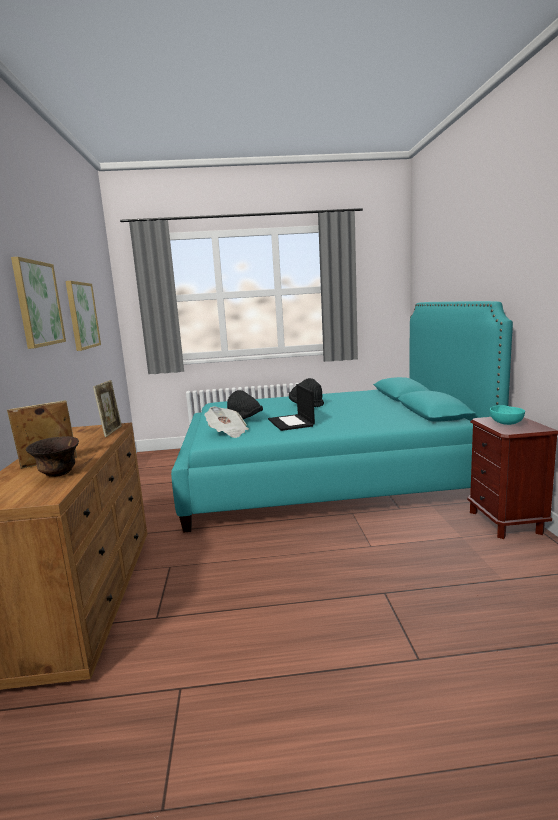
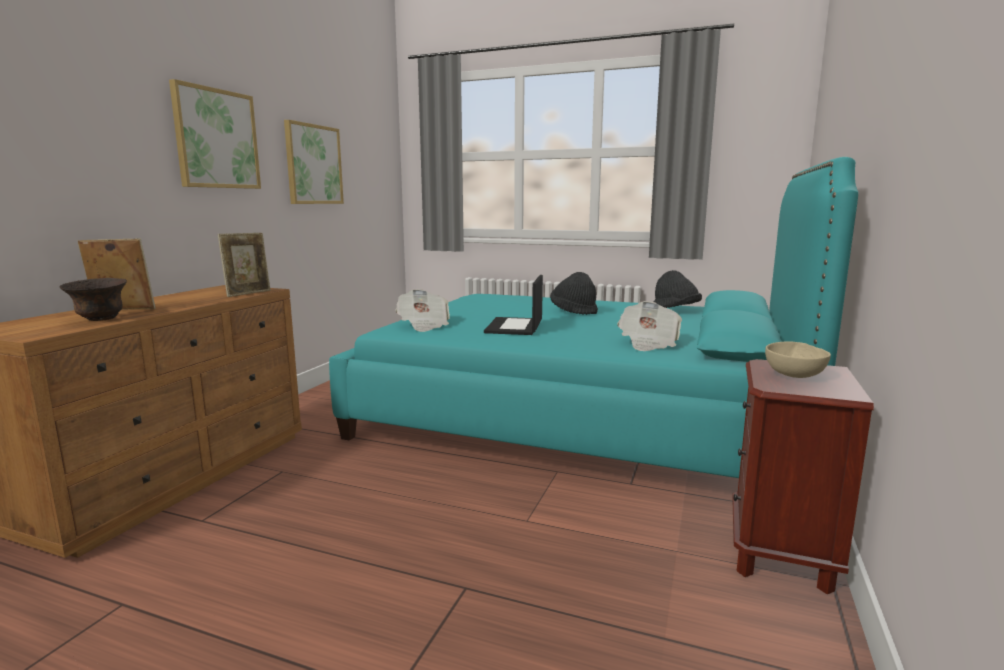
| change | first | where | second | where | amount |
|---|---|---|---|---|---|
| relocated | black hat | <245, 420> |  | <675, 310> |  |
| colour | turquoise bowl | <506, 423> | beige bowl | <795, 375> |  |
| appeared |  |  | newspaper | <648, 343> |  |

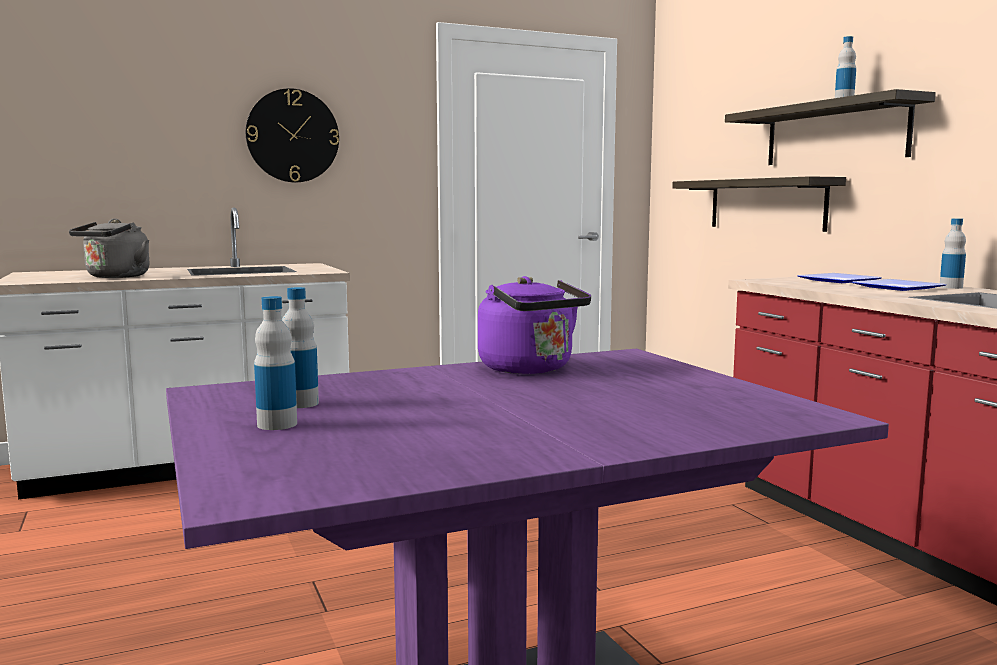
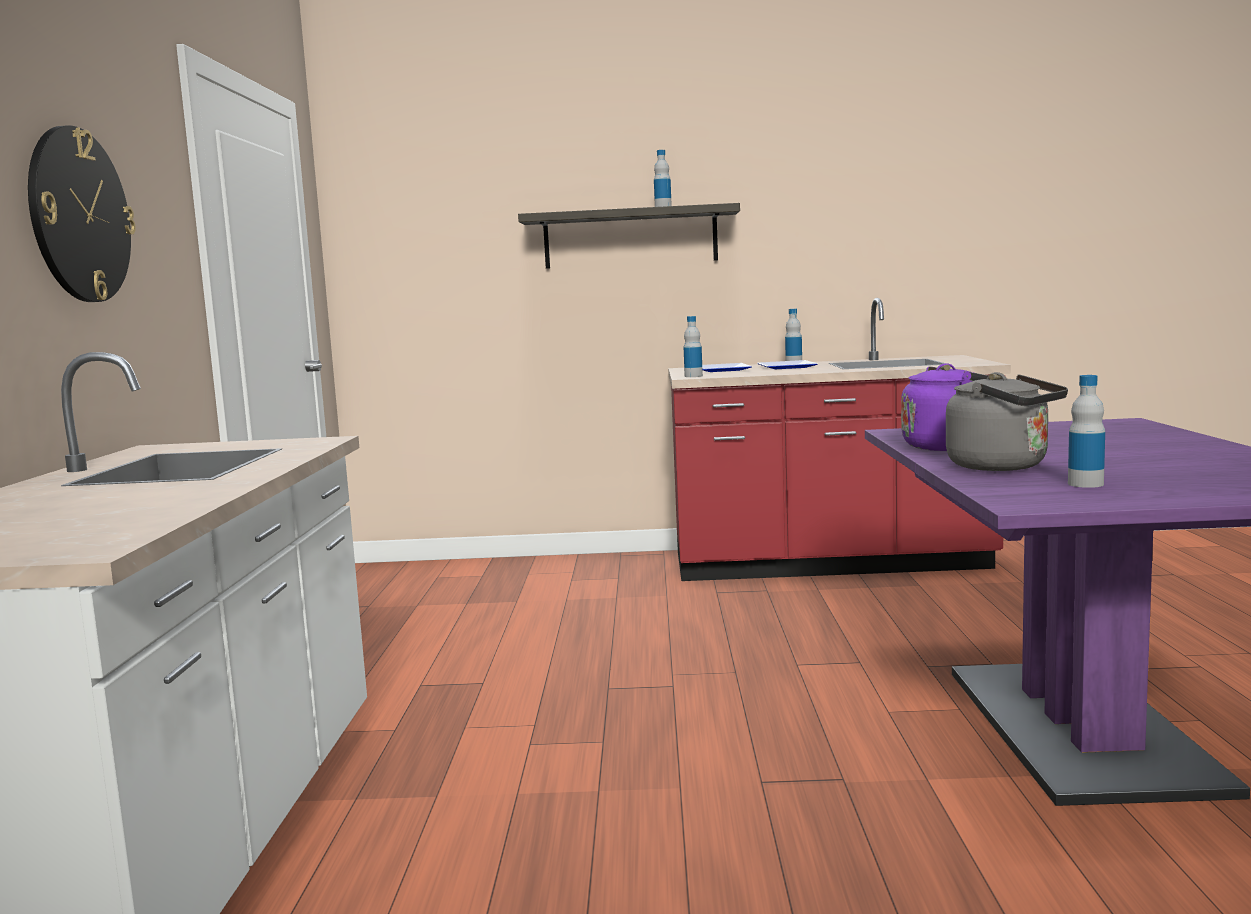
| change | first | where | second | where | amount |
|---|---|---|---|---|---|
| relocated | grey kettle | <115, 277> |  | <1003, 466> |  |
| relocated | bottle | <277, 424> |  | <693, 376> |  |
| missing | shelf | <766, 204> |  |  |  |

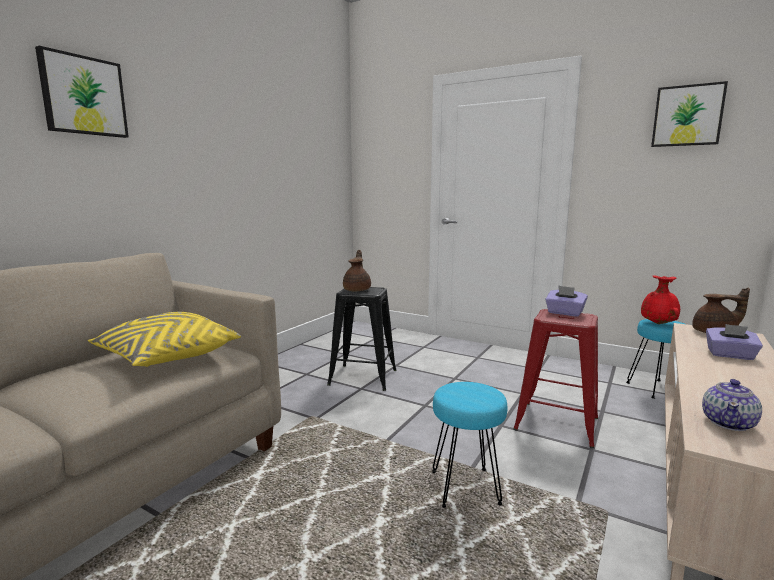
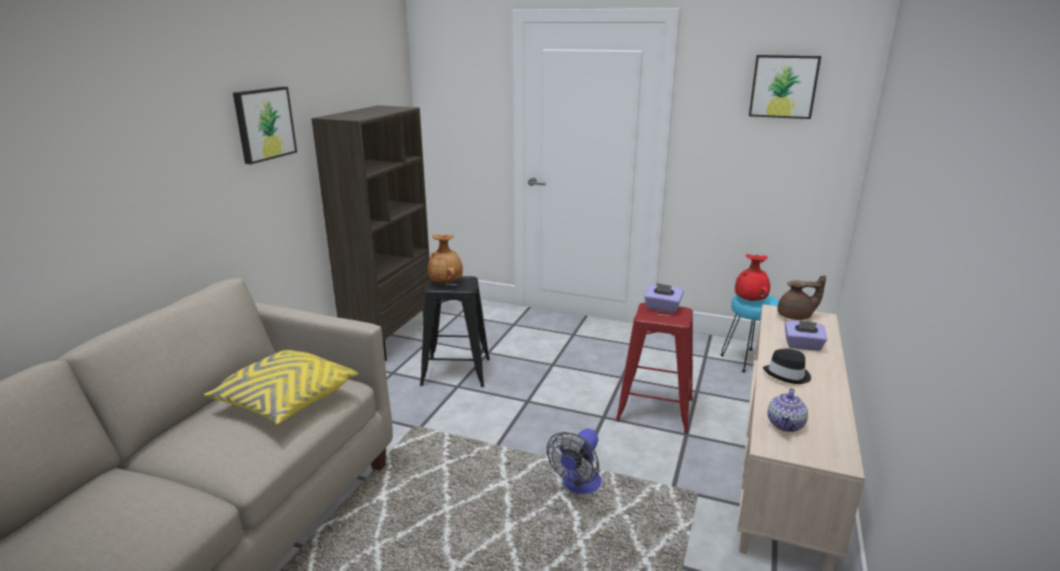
| change | first | where | second | where | amount |
|---|---|---|---|---|---|
| relocated | picture | <83, 96> |  | <264, 124> |  |
| exchanged | brown teapot | <357, 290> | brown vase | <446, 282> |  |
| exchanged | turquoise stool | <466, 488> | fan | <578, 486> |  |
| appeared |  |  | brown bookcase | <390, 339> |  |
| appeared |  |  | black hat | <787, 374> |  |

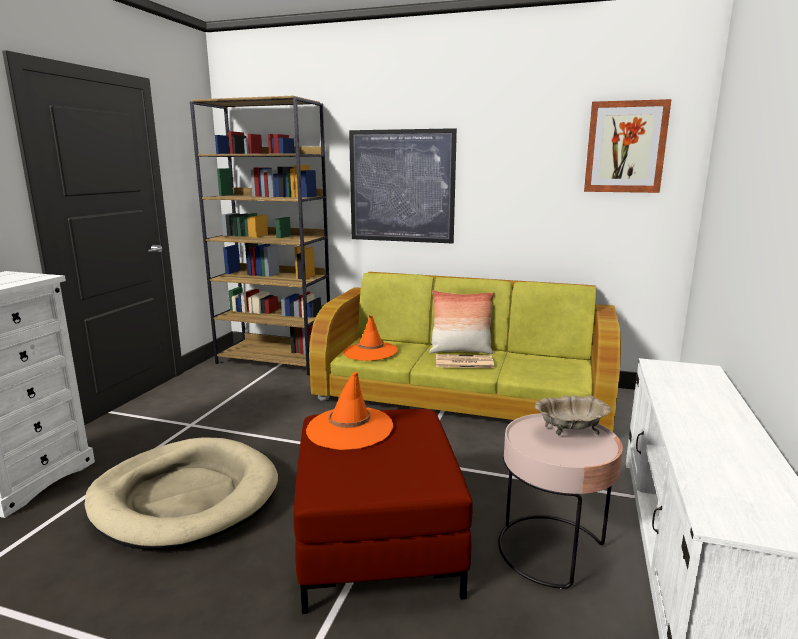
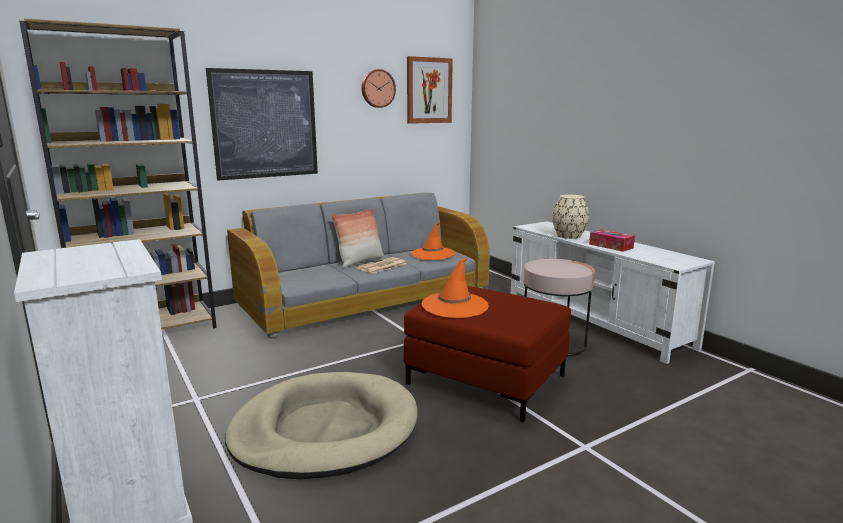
| change | first | where | second | where | amount |
|---|---|---|---|---|---|
| colour | green sofa | <463, 394> | grey sofa | <365, 297> |  |
| relocated | orange hat | <370, 352> |  | <433, 254> |  |
| missing | beige bowl | <570, 431> |  |  |  |
| appeared |  |  | wall clock | <377, 88> |  |
| appeared |  |  | beige vase | <568, 236> |  |
| appeared |  |  | tissue box | <611, 246> |  |

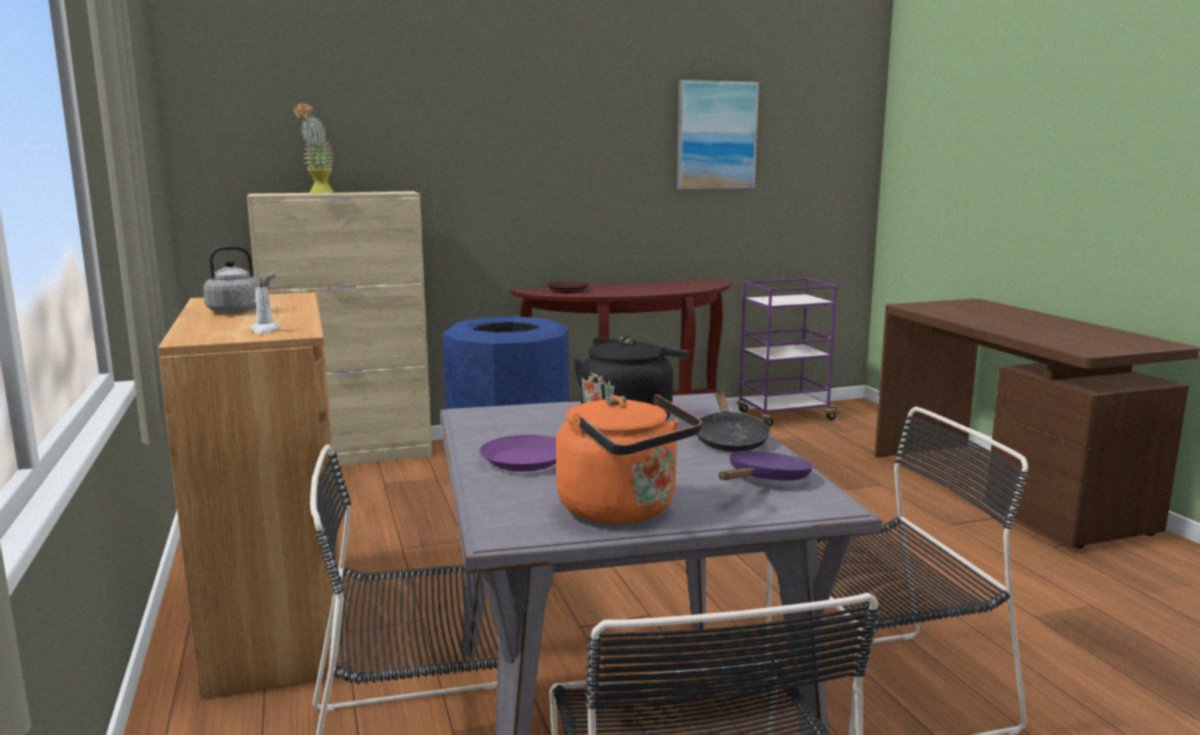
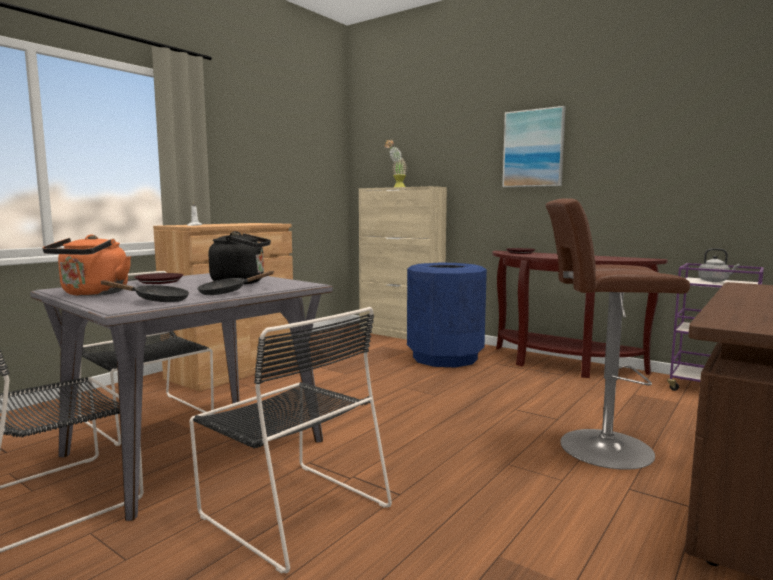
| change | first | where | second | where | amount |
|---|---|---|---|---|---|
| relocated | grey kettle | <238, 311> |  | <715, 281> |  |
| colour | purple plate | <526, 460> | brown plate | <160, 282> |  |
| relocated | picture | <716, 135> |  | <533, 148> |  |
| colour | purple frying pan | <765, 480> | black frying pan | <156, 300> |  |
| appeared |  |  | brown stool | <599, 448> |  |

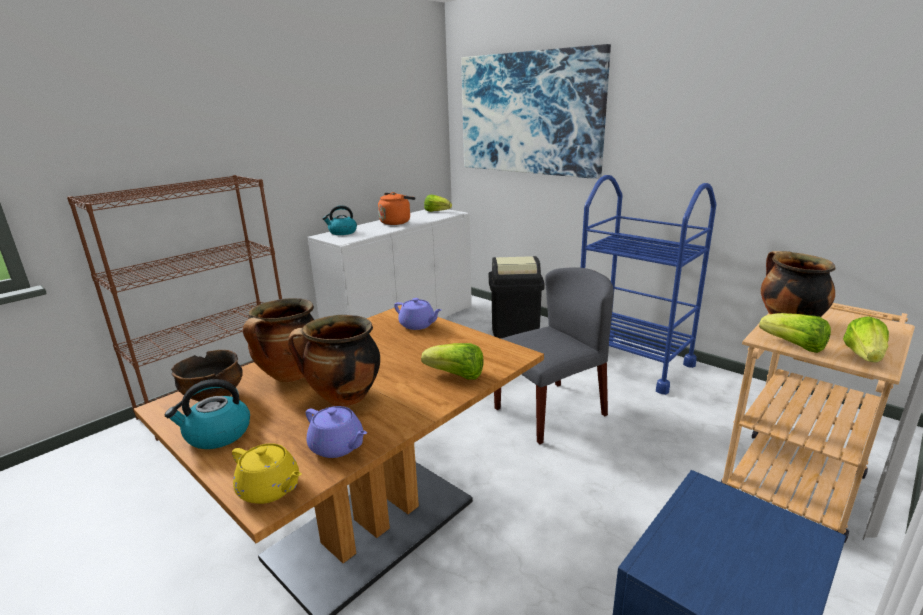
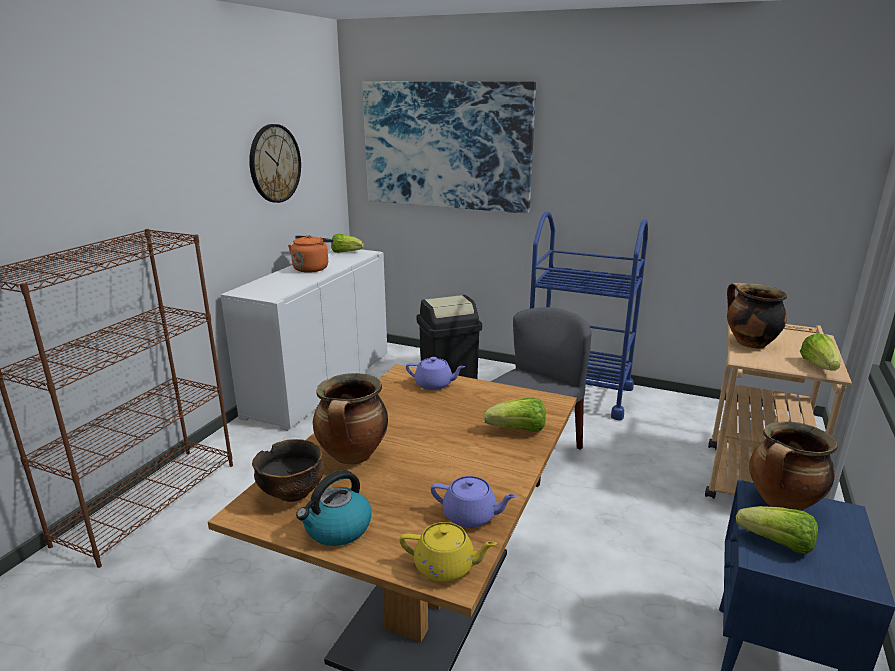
| change | first | where | second | where | amount |
|---|---|---|---|---|---|
| relocated | cooking pot | <343, 398> |  | <782, 504> |  |
| missing | kettle | <342, 232> |  |  |  |
| relocated | lettuce | <794, 346> |  | <777, 544> |  |
| appeared |  |  | wall clock | <274, 163> |  |

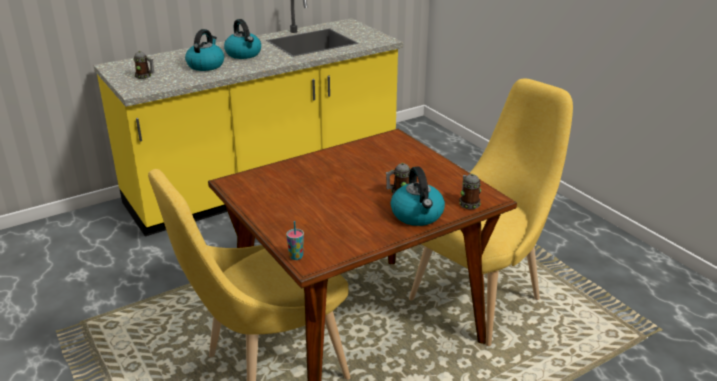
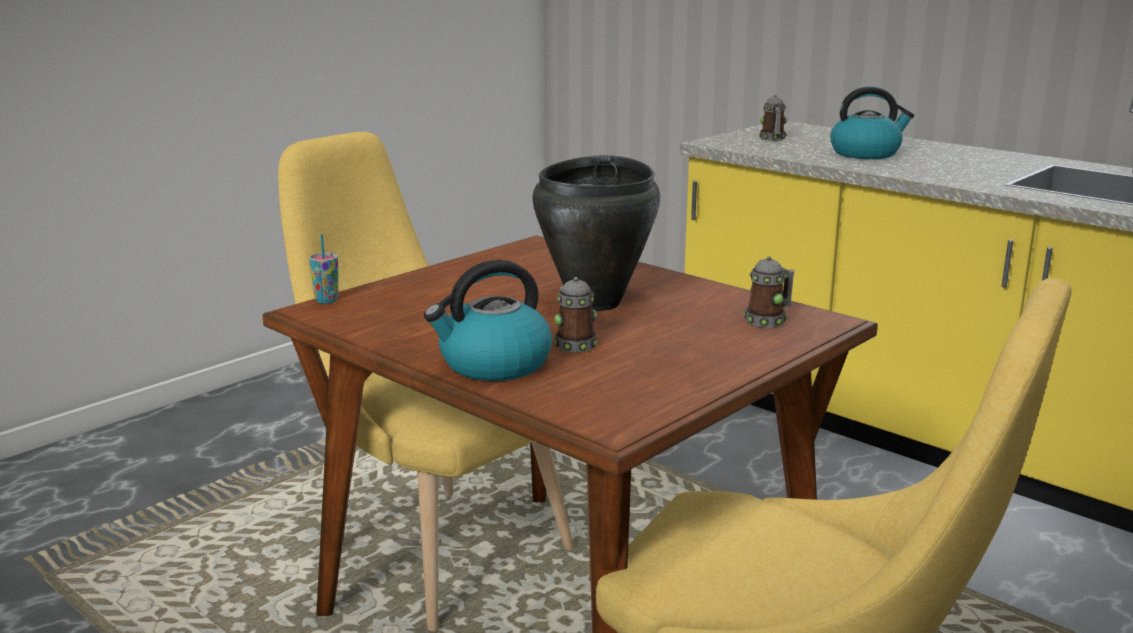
| change | first | where | second | where | amount |
|---|---|---|---|---|---|
| missing | kettle | <244, 54> |  |  |  |
| relocated | mug | <468, 203> |  | <769, 320> |  |
| appeared |  |  | black cooking pot | <596, 302> |  |

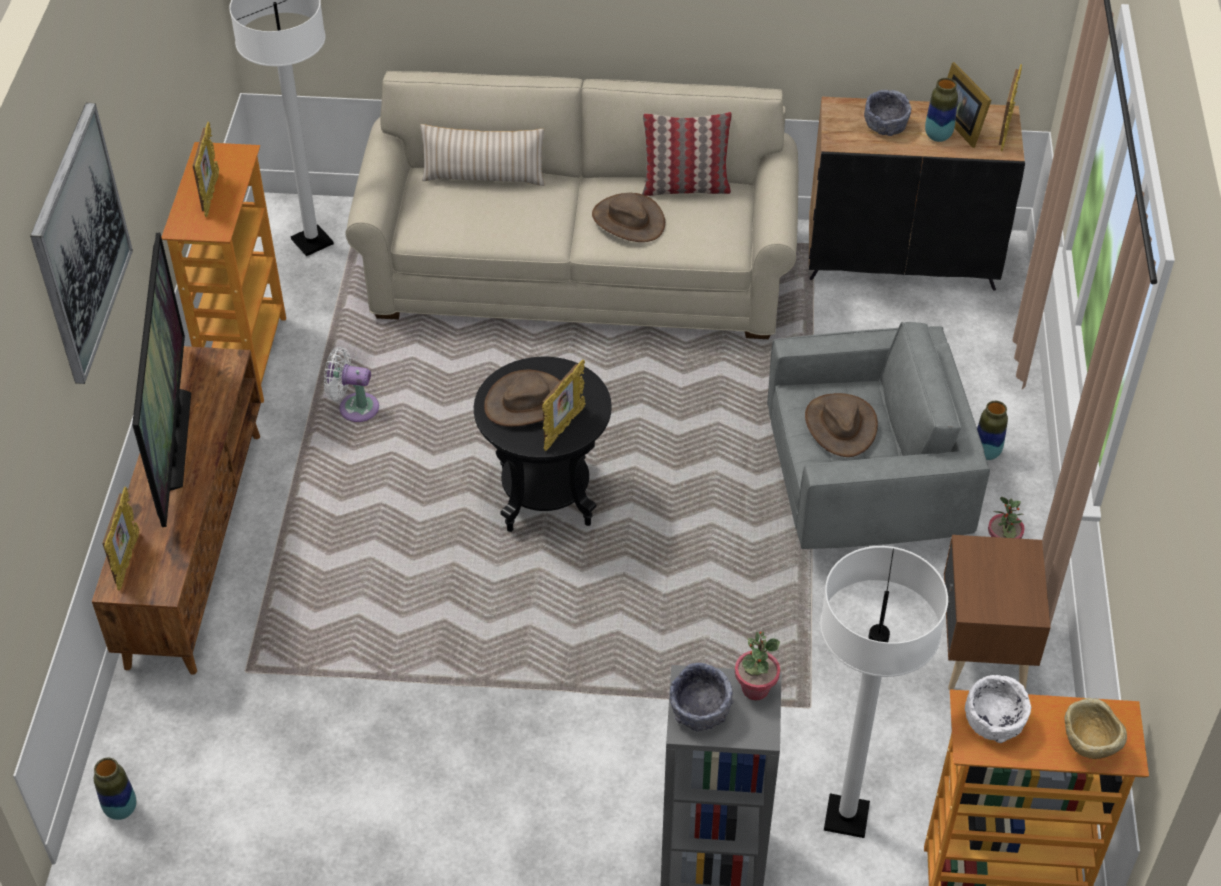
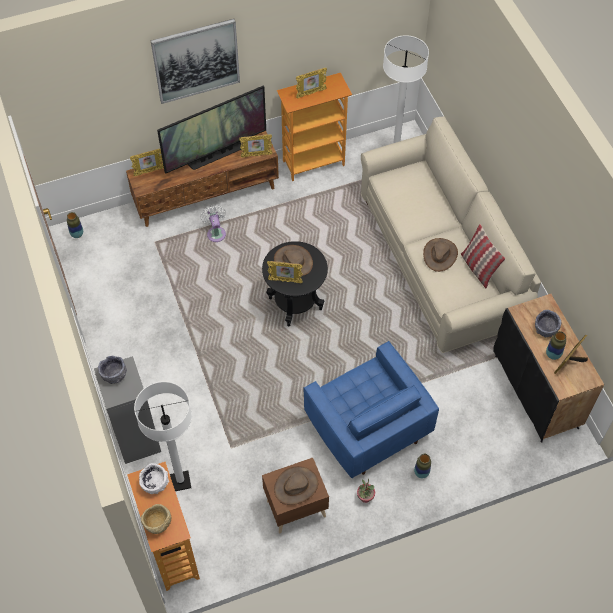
| change | first | where | second | where | amount |
|---|---|---|---|---|---|
| relocated | white fan | <354, 407> |  | <216, 232> |  |
| missing | beige pillow | <484, 177> |  |  |  |
| missing | potted plant | <755, 689> |  |  |  |
| colour | grey armchair | <864, 491> | blue armchair | <367, 427> |  |
| relocated | brown hat | <840, 425> |  | <296, 486> |  |
| relocated | picture frame | <1004, 132> |  | <256, 155> |  |

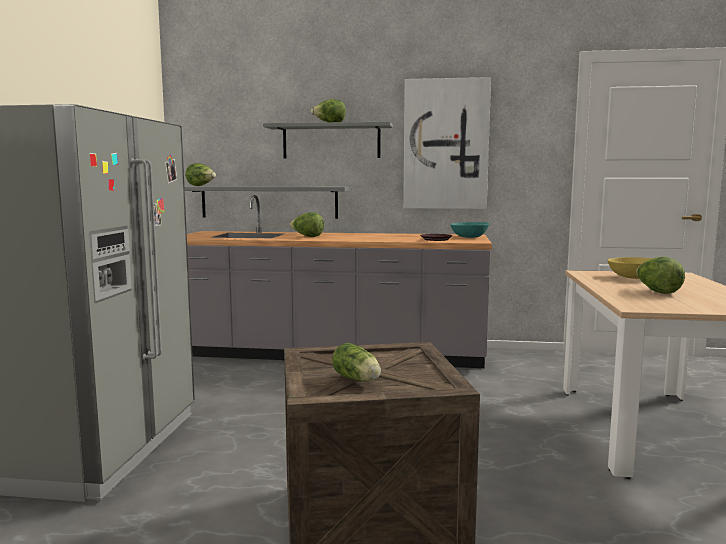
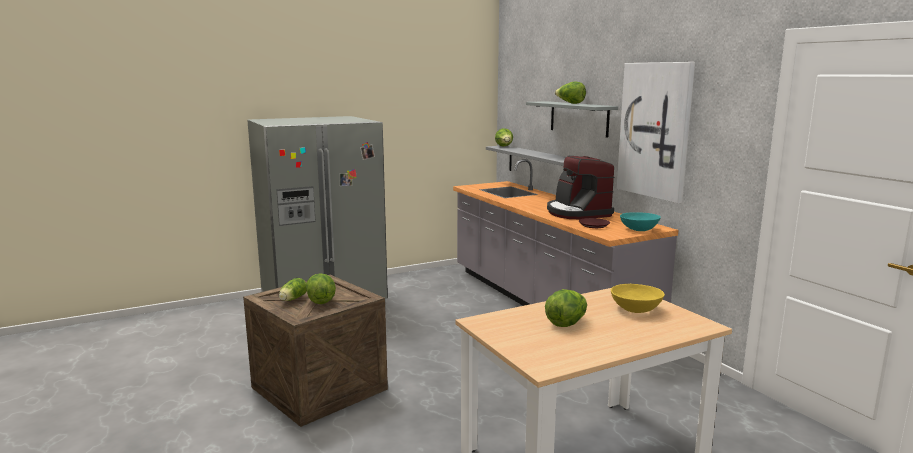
| change | first | where | second | where | amount |
|---|---|---|---|---|---|
| relocated | lettuce | <307, 236> |  | <321, 300> |  |
| appeared |  |  | coffee machine | <577, 212> |  |

